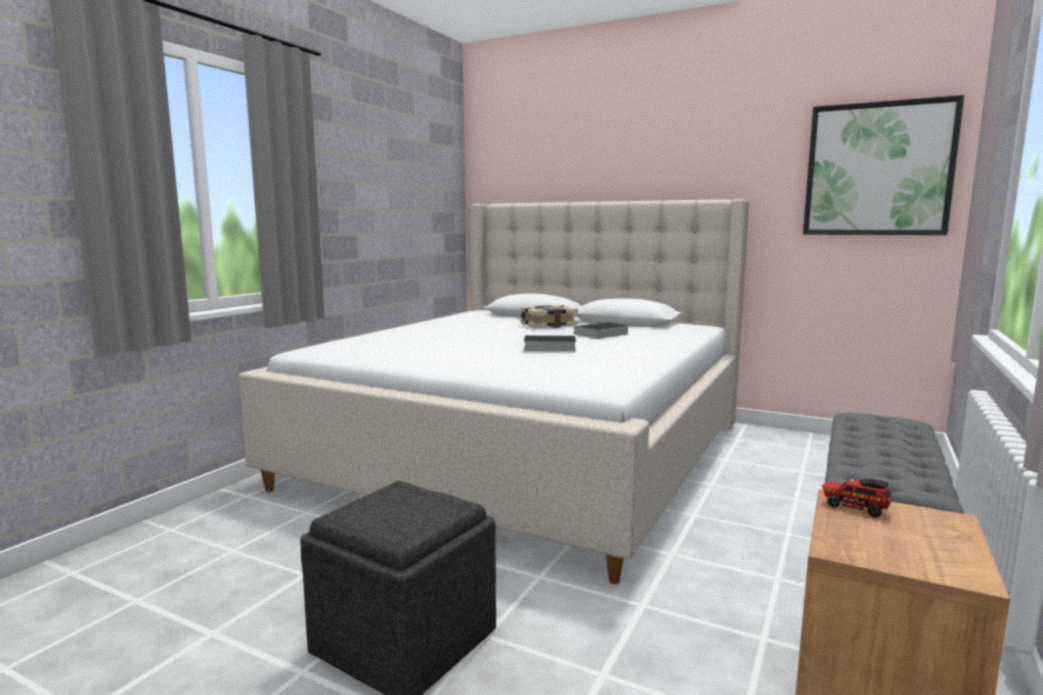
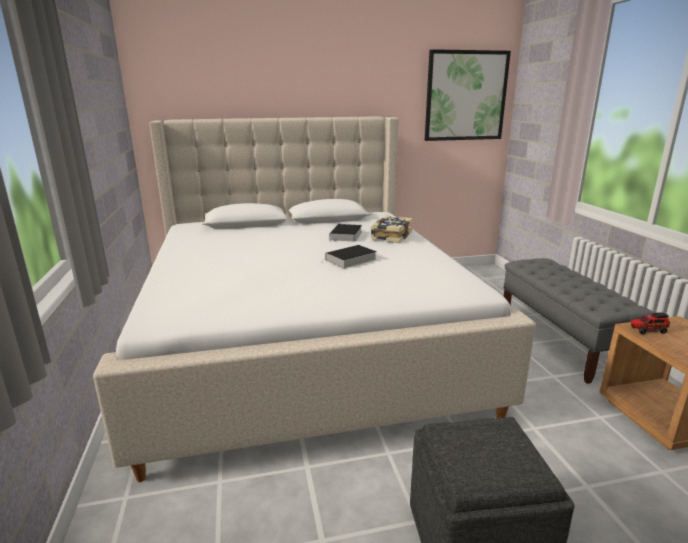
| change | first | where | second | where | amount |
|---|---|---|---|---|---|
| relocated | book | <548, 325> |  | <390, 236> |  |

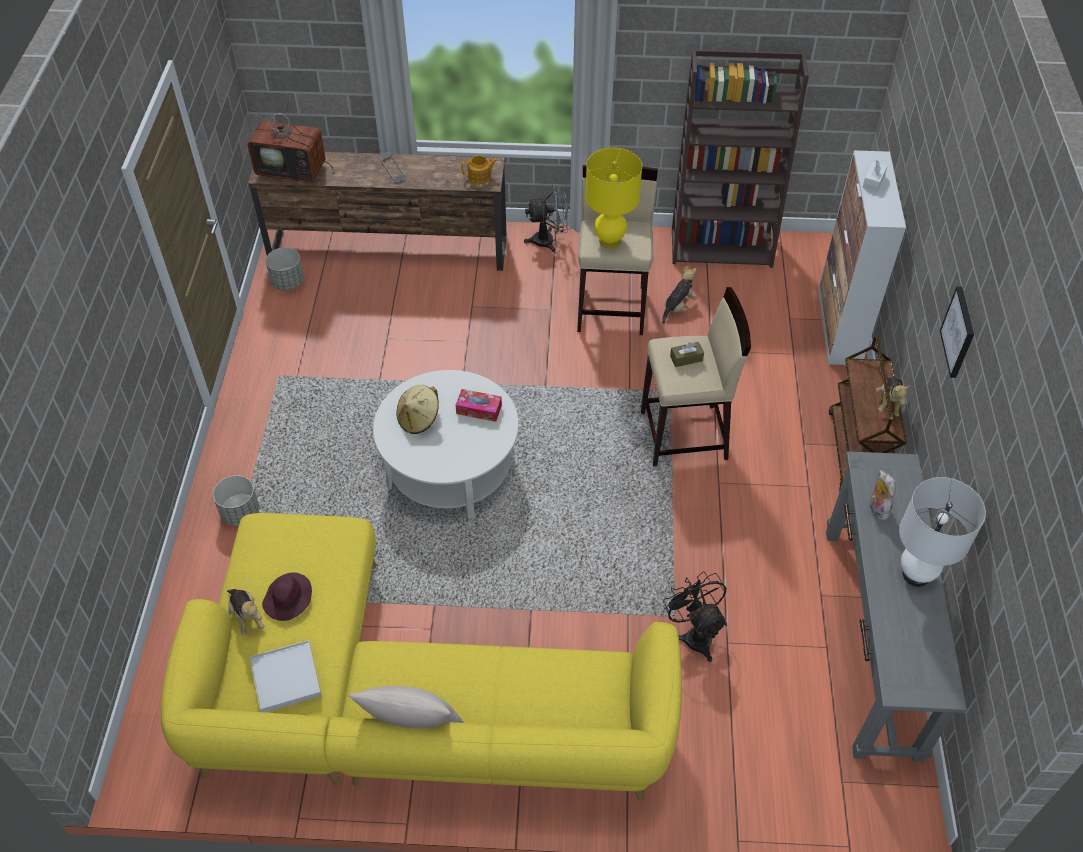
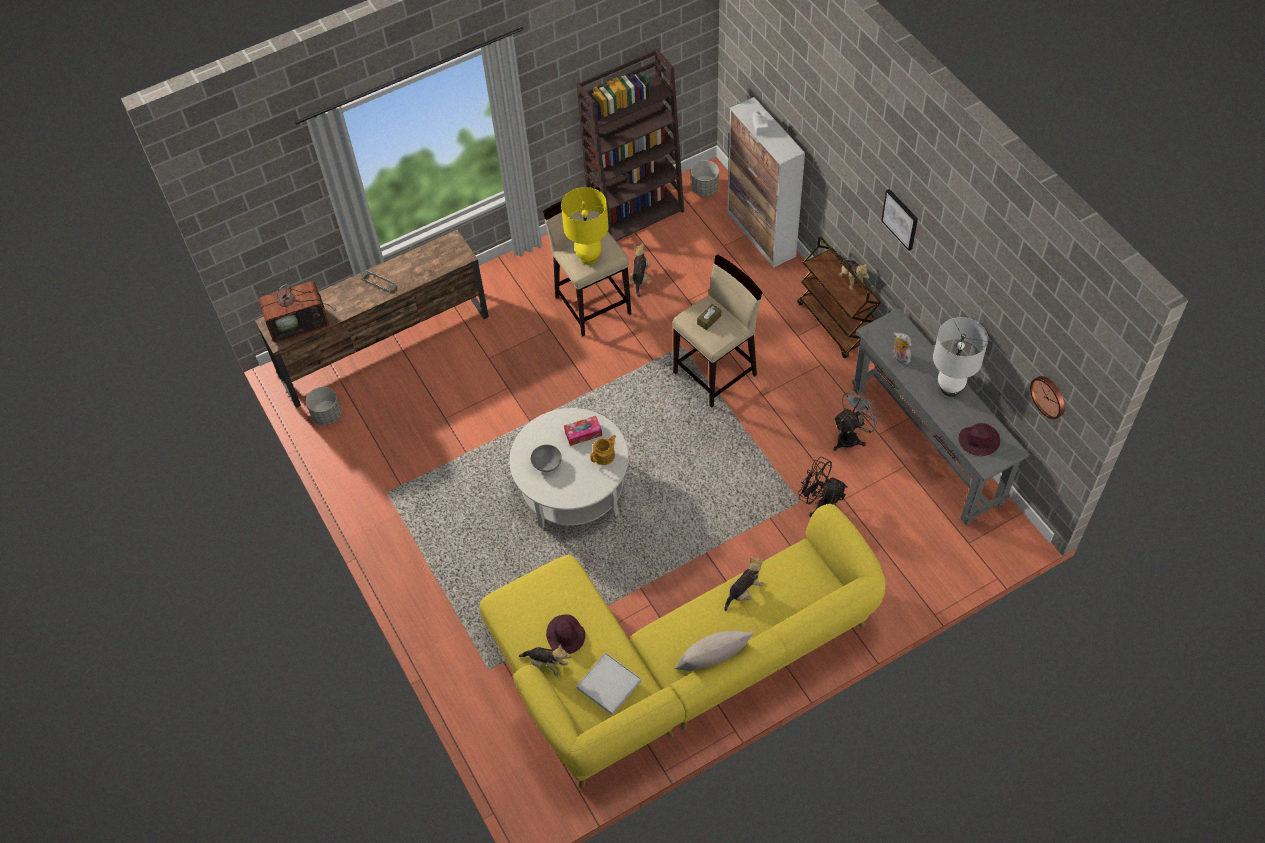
| change | first | where | second | where | amount |
|---|---|---|---|---|---|
| relocated | grey planter | <240, 513> |  | <704, 188> |  |
| exchanged | beige hat | <419, 419> | grey bowl | <547, 464> |  |
| relocated | teapot | <480, 177> |  | <604, 455> |  |
| relocated | grey fan | <549, 240> |  | <851, 437> |  |
| appeared |  |  | plush toy | <744, 591> |  |
| appeared |  |  | purple hat | <979, 441> |  |
| appeared |  |  | wall clock | <1049, 396> |  |

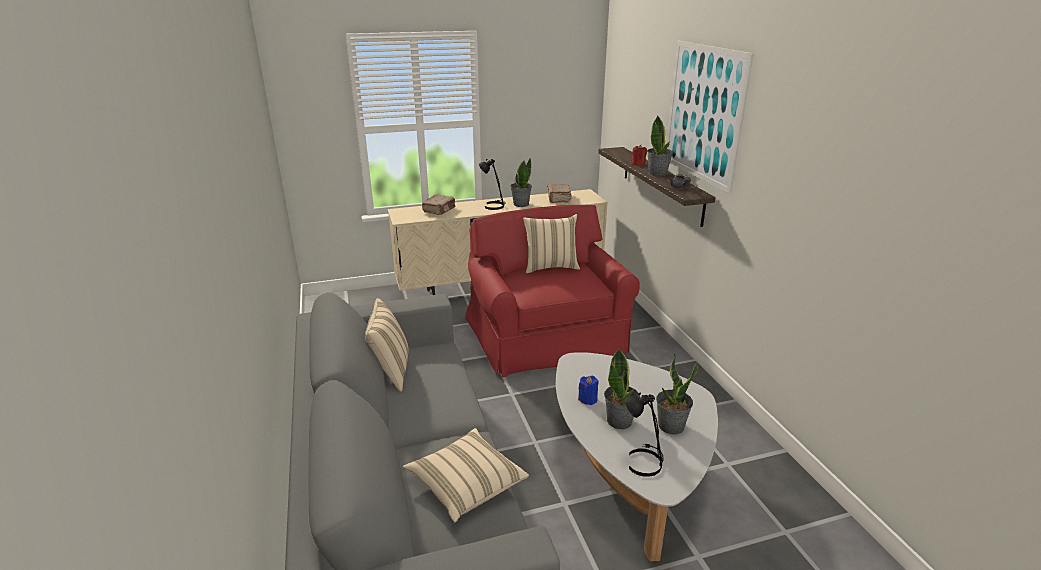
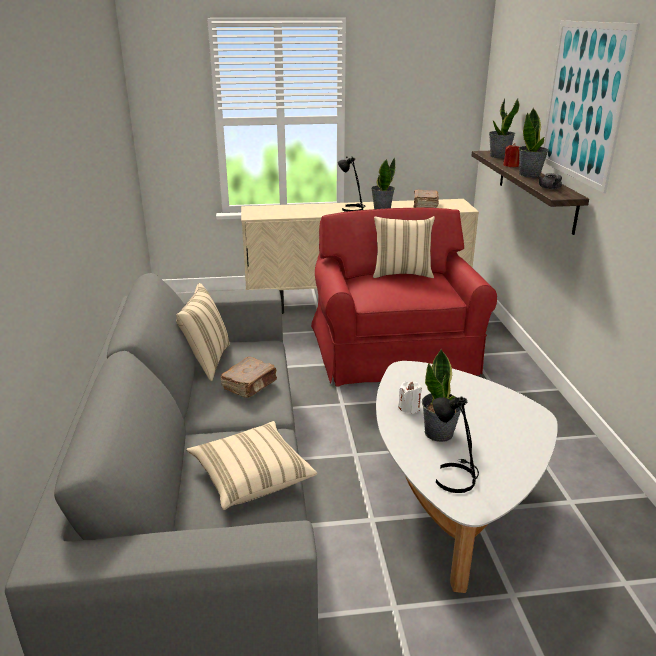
| change | first | where | second | where | amount |
|---|---|---|---|---|---|
| relocated | brown book | <439, 210> |  | <250, 385> |  |
| colour | blue candle | <588, 399> | white candle | <409, 408> |  |
| relocated | potted plant | <671, 426> |  | <499, 156> |  |

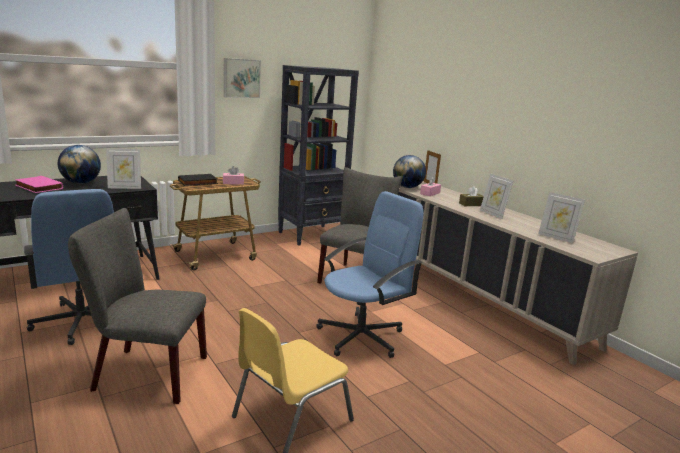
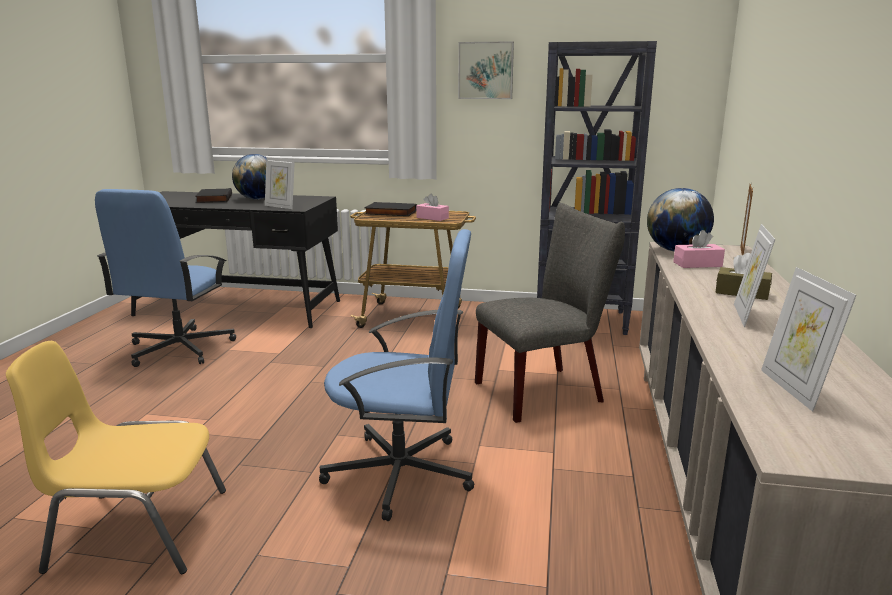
| change | first | where | second | where | amount |
|---|---|---|---|---|---|
| colour | pink book | <38, 187> | black book | <213, 199> |  |
| missing | grey chair | <143, 373> |  |  |  |

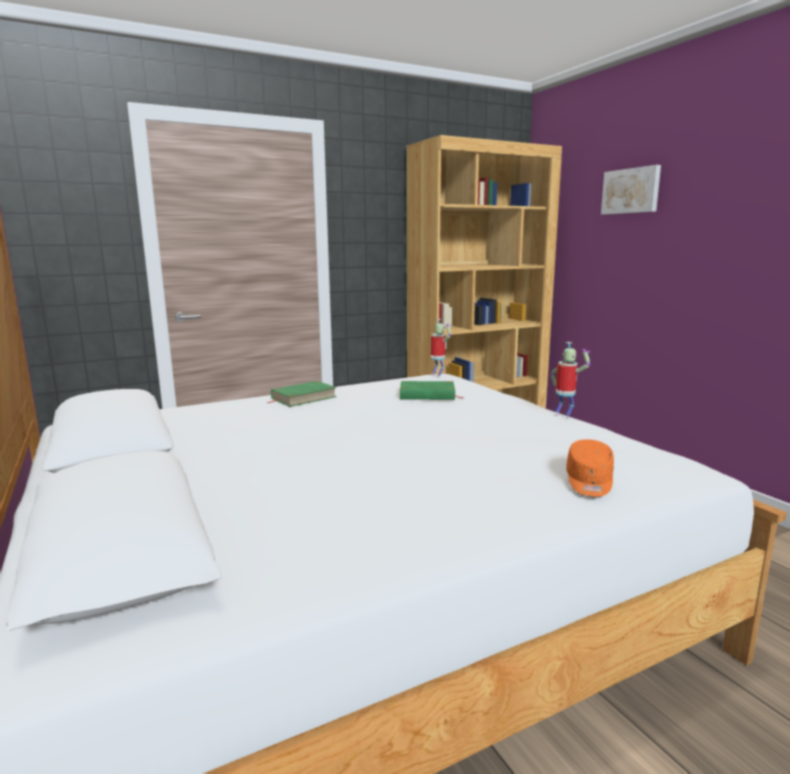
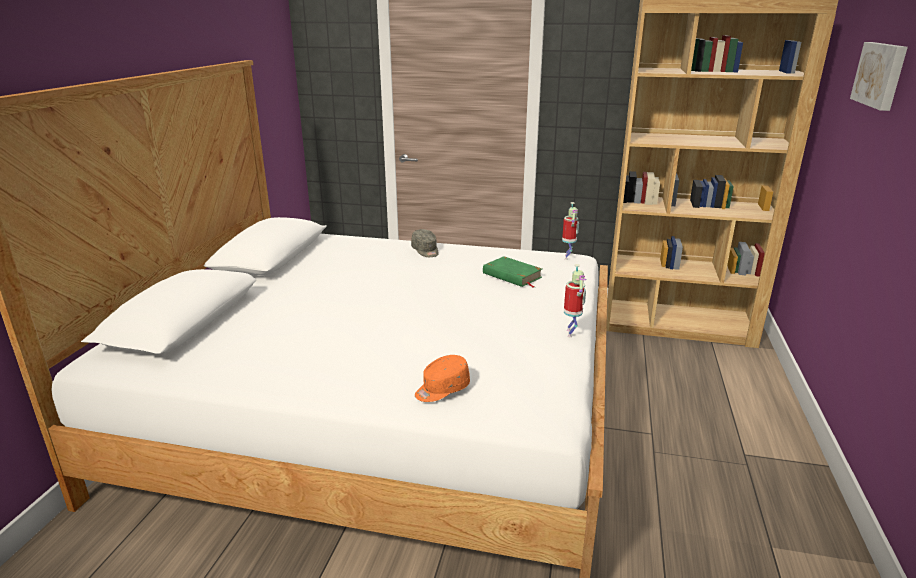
| change | first | where | second | where | amount |
|---|---|---|---|---|---|
| exchanged | green book | <303, 398> | grey cap | <425, 251> |  |

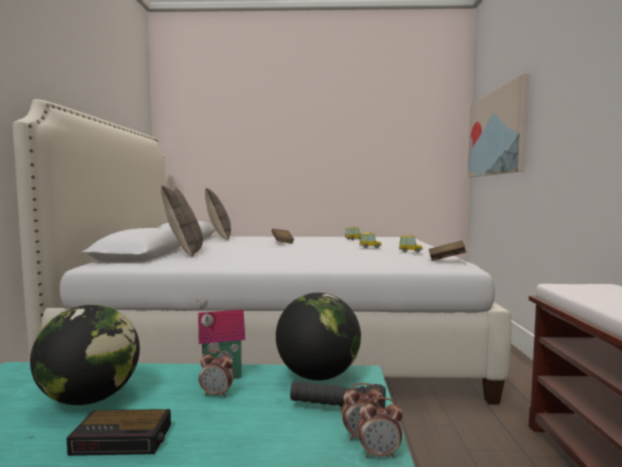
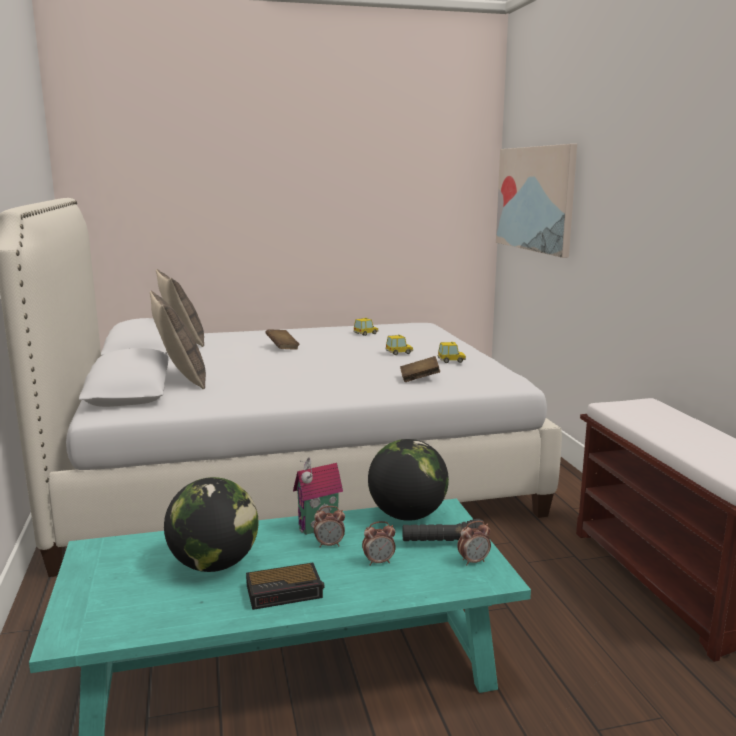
| change | first | where | second | where | amount |
|---|---|---|---|---|---|
| relocated | alarm clock | <379, 454> |  | <379, 562> |  |
| relocated | brown book | <446, 259> |  | <419, 379> |  |

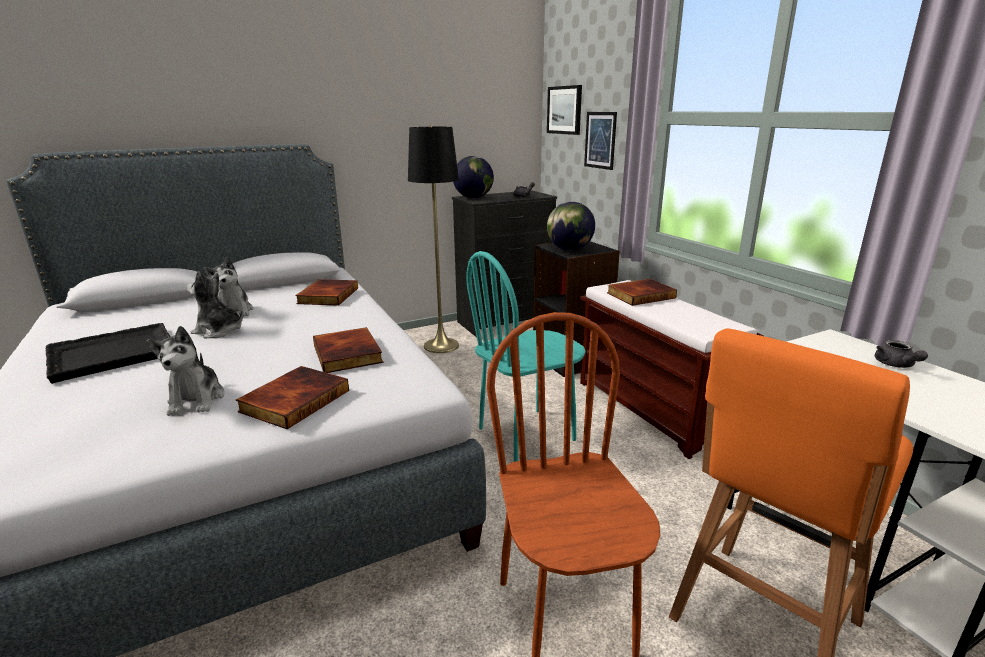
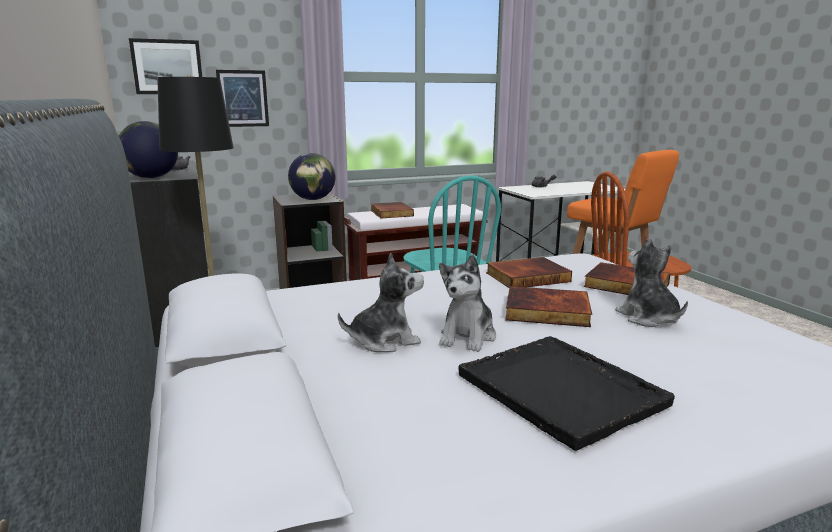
| change | first | where | second | where | amount |
|---|---|---|---|---|---|
| spun | plush toy | <196, 400> |  | <648, 318> | 105 degrees counterclockwise |
| relocated | book | <327, 295> |  | <546, 312> |  |

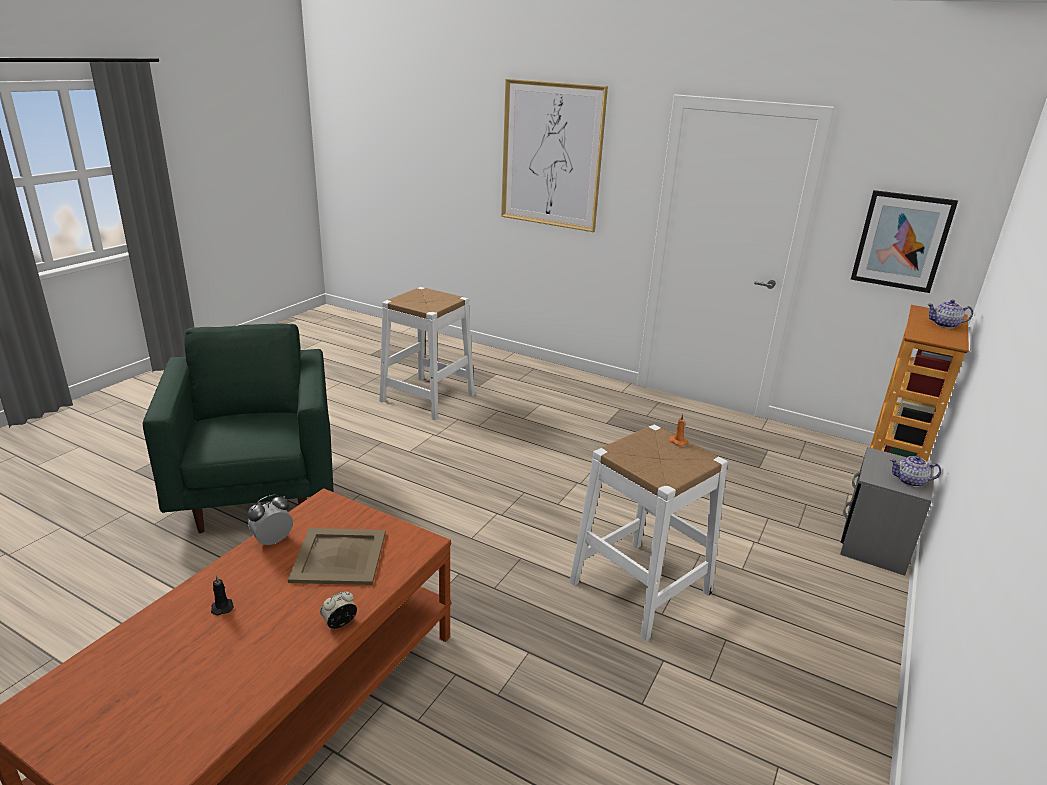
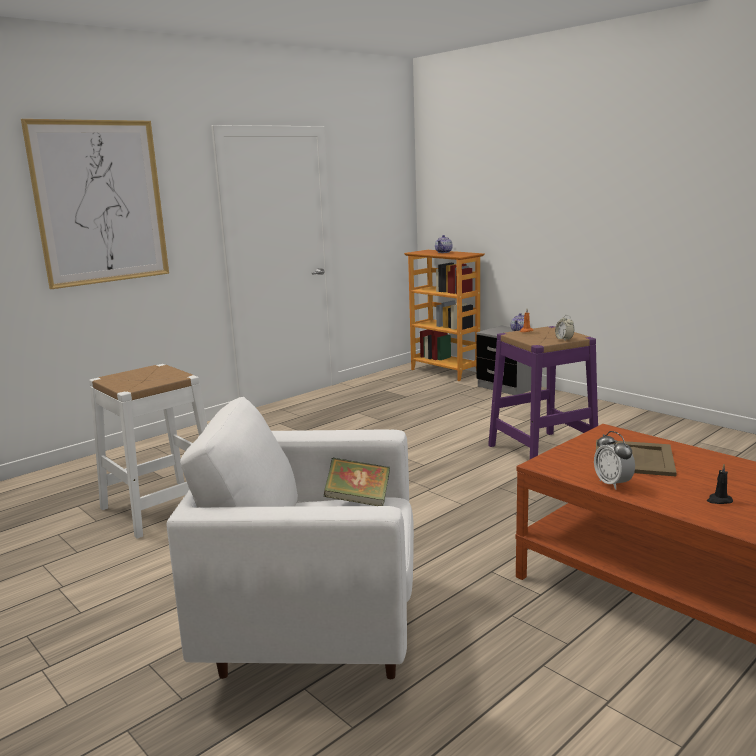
| change | first | where | second | where | amount |
|---|---|---|---|---|---|
| colour | green armchair | <258, 492> | white armchair | <313, 631> |  |
| relocated | alarm clock | <340, 623> |  | <564, 339> |  |
| colour | white stool | <640, 587> | purple stool | <542, 451> |  |
| missing | picture | <901, 241> |  |  |  |
| appeared |  |  | book | <358, 500> |  |

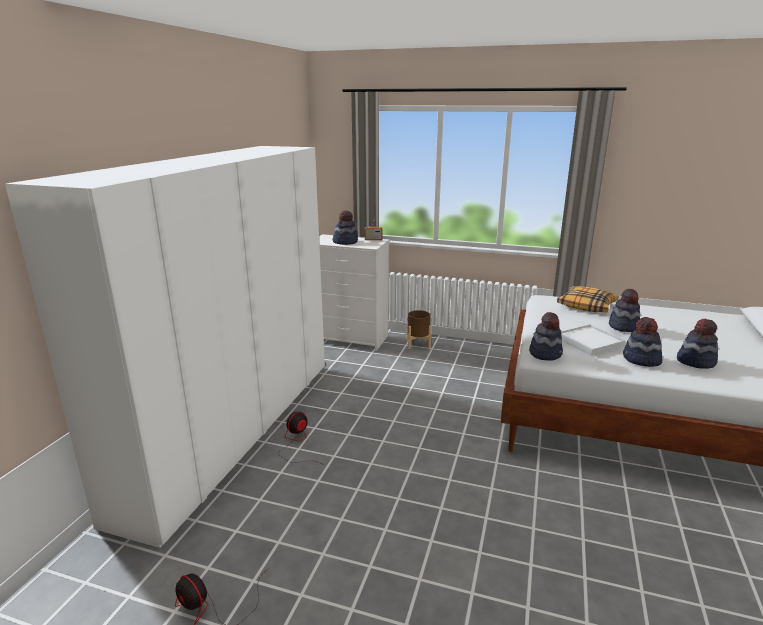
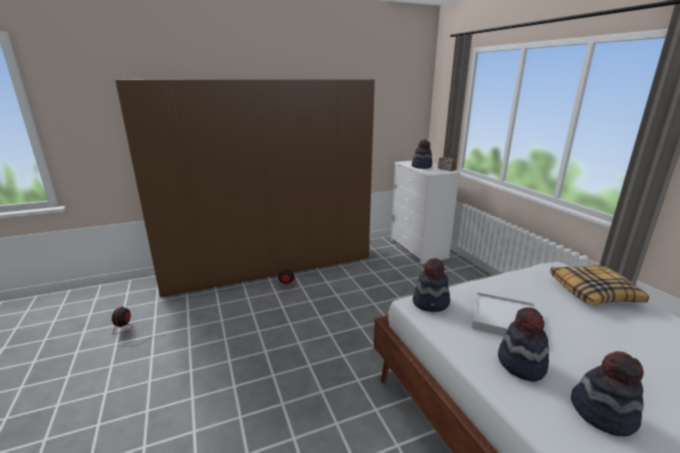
| change | first | where | second | where | amount |
|---|---|---|---|---|---|
| colour | white wardrobe | <236, 429> | brown wardrobe | <270, 266> |  |
| missing | brown planter | <418, 343> |  |  |  |
| missing | hat | <623, 326> |  |  |  |

